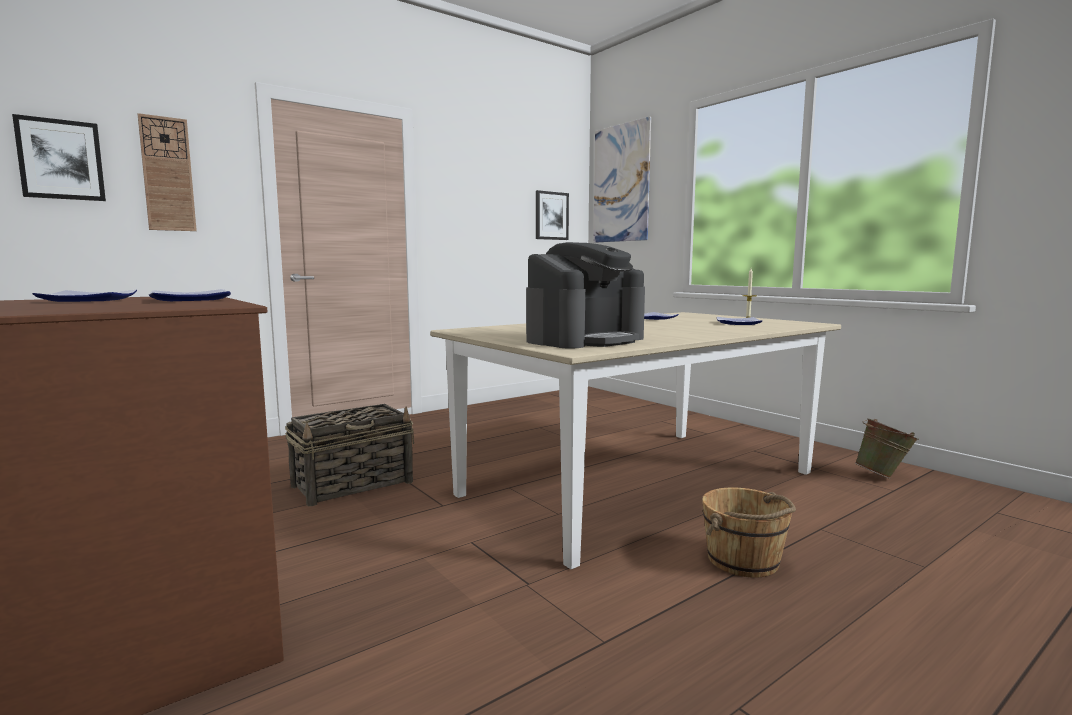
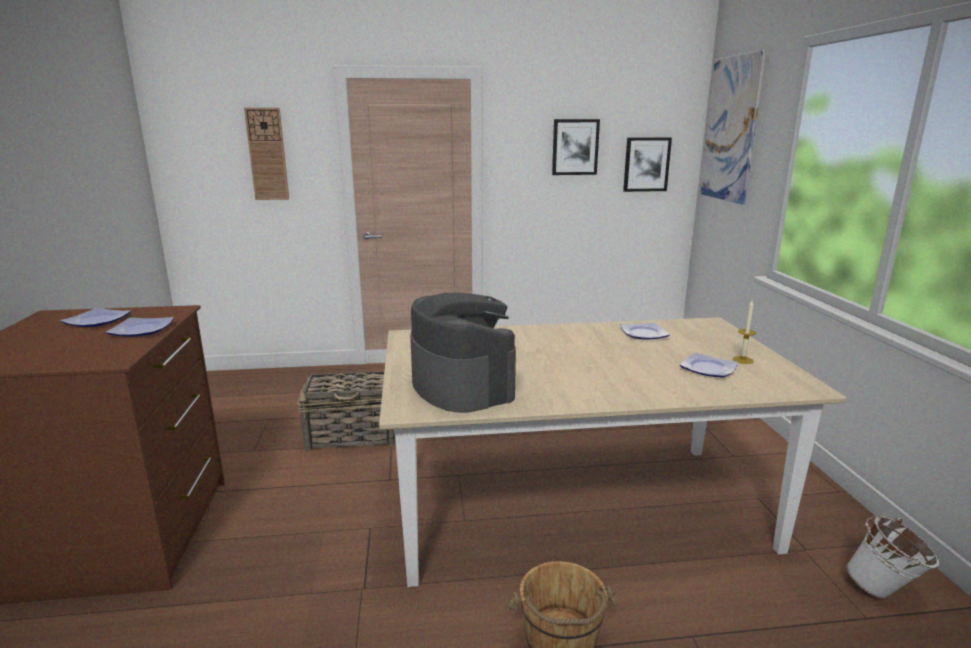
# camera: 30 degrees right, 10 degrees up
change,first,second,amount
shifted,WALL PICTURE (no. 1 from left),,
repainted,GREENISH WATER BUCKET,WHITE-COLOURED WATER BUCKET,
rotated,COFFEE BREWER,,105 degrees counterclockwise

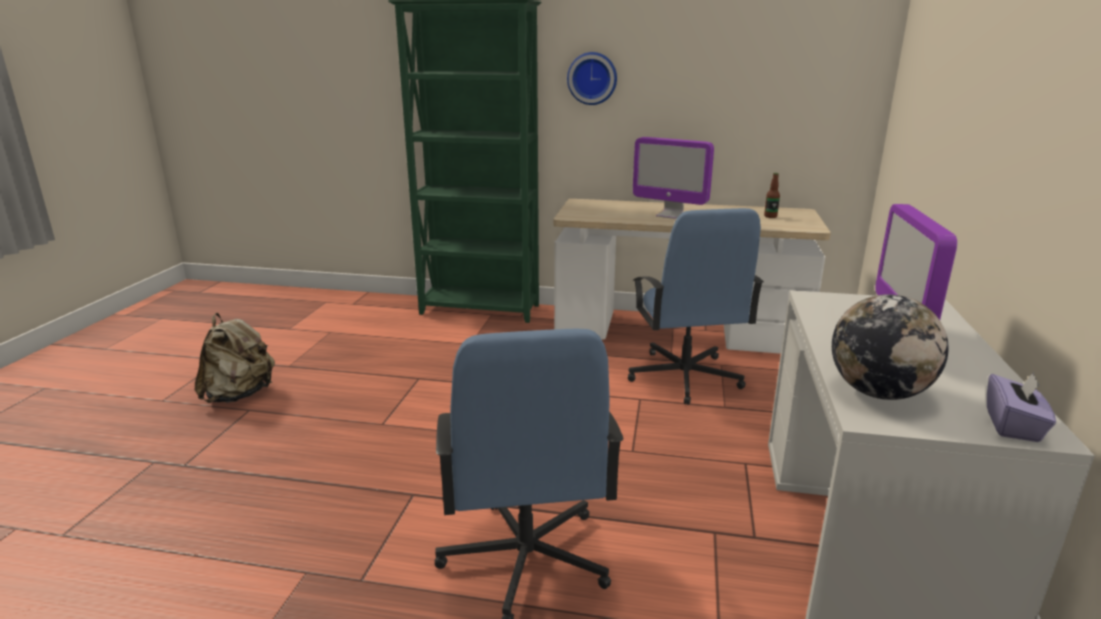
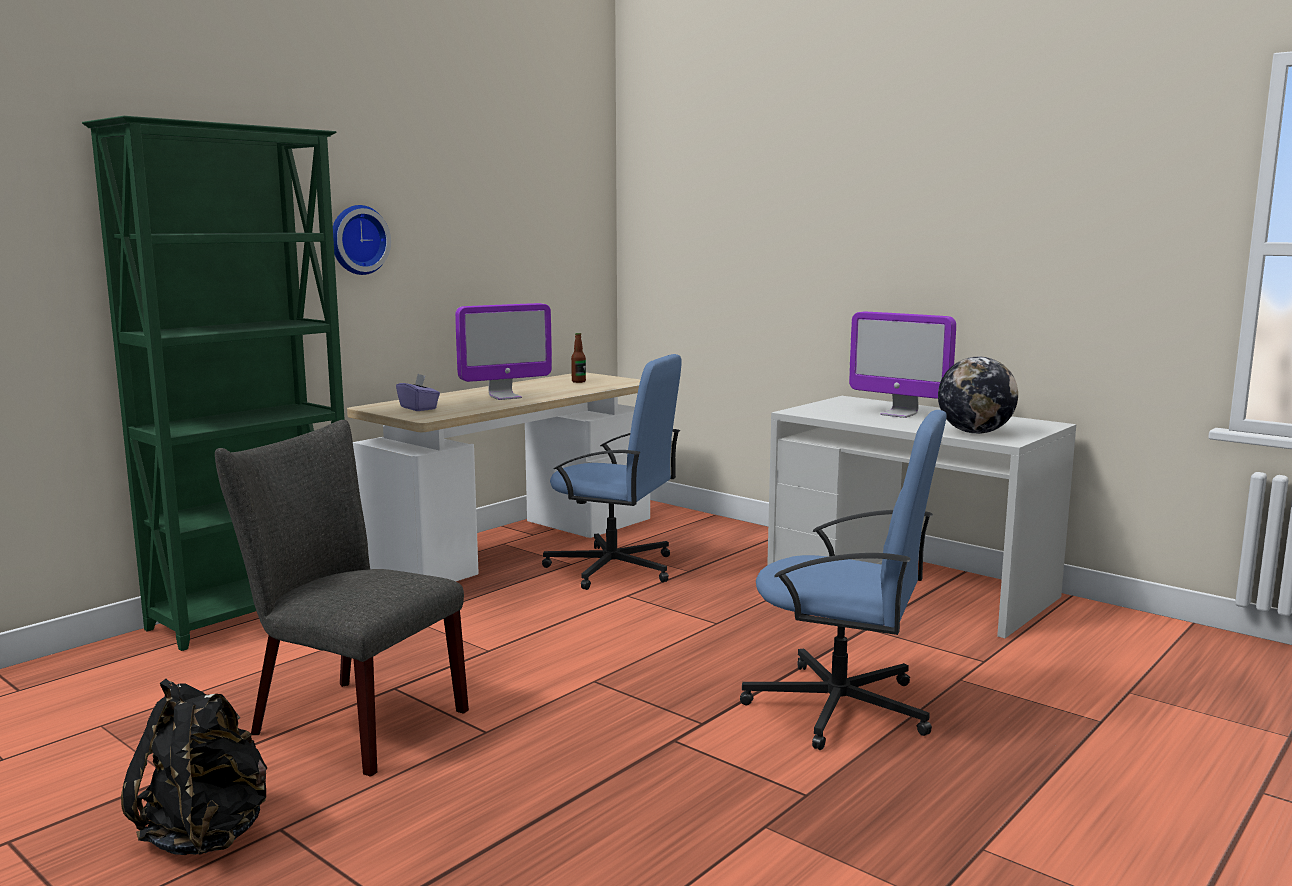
# camera: 60 degrees left, 10 degrees down
change,first,second,amount
new,,GRAY UPRIGHT CHAIR,
shifted,PURPLISH TISSUE BOX,,
repainted,BEIGE-COLOURED KNAPSACK,BLACK KNAPSACK,

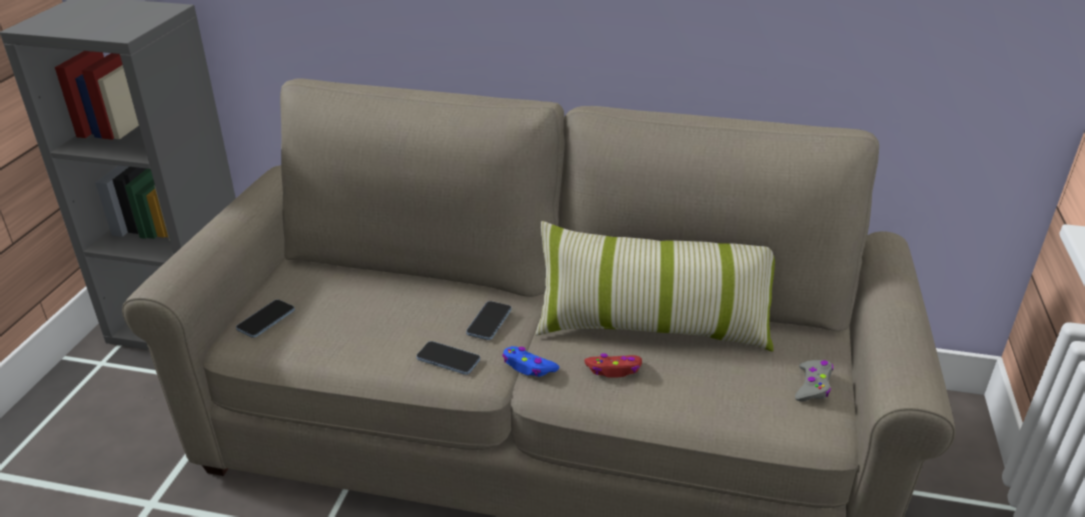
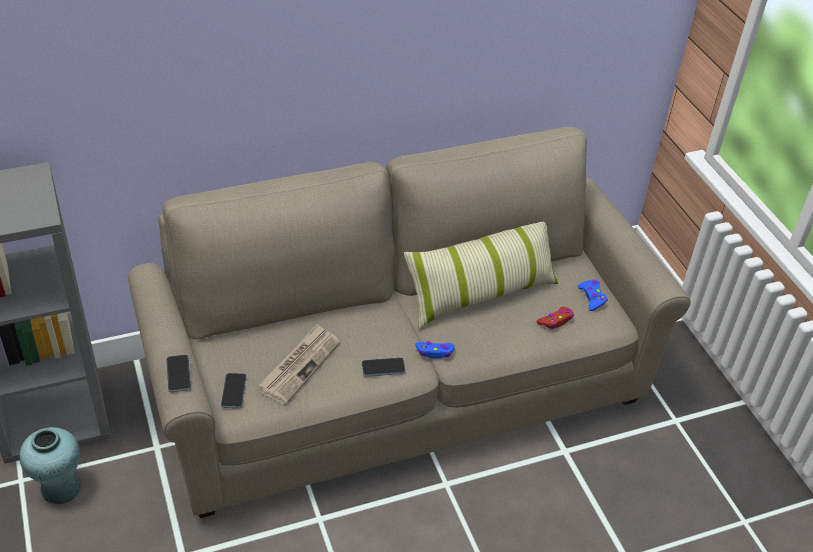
# camera: 35 degrees left, 10 degrees up
change,first,second,amount
new,,TURQUOISE FLOWER VASE,
new,,PRINTED PAPER,
shifted,HANDSET (no. 3 from left in the first image),HANDSET (no. 1 from left),
shifted,RED-COLOURED JOYPAD,,
repainted,GRAY JOYPAD,BLUE-COLOURED JOYPAD (no. 2 from left),

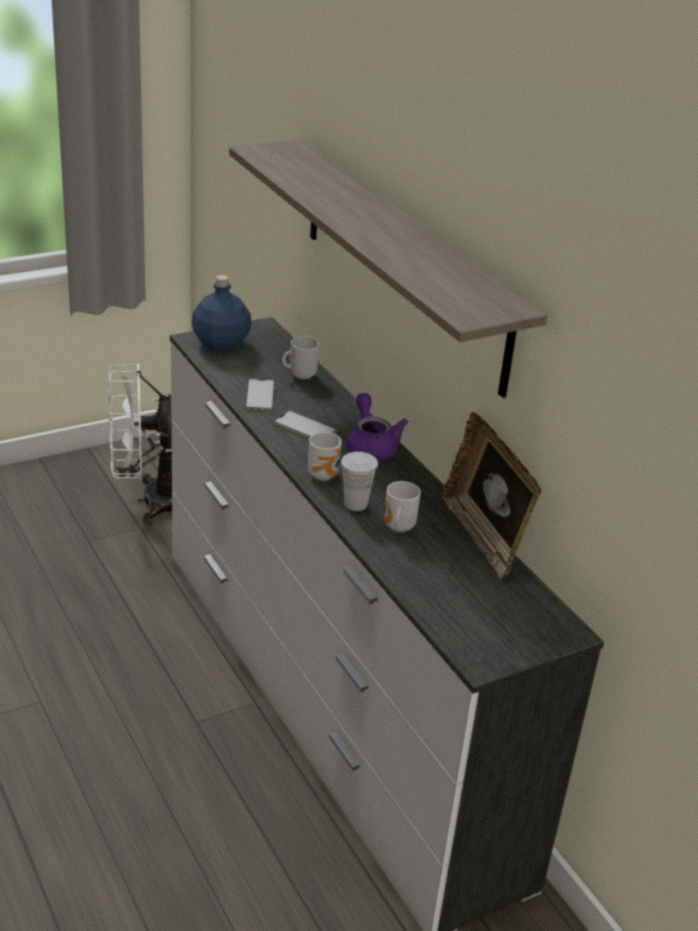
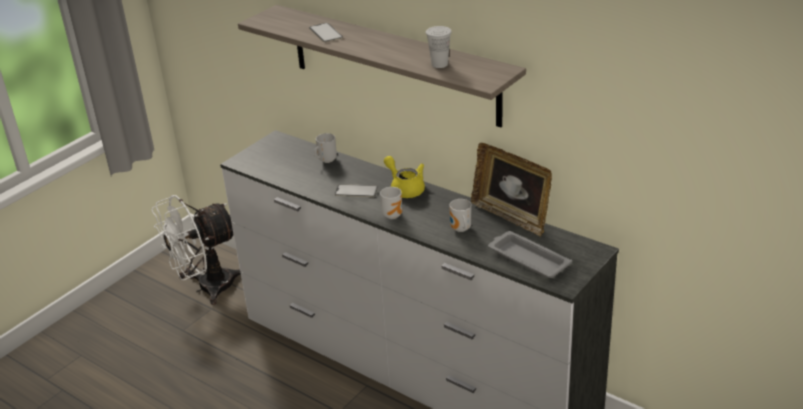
# camera: 20 degrees left, 0 degrees up
change,first,second,amount
gone,BLUE-COLOURED DRINK BOTTLE,,
new,,GRAY SERVING TRAY,
shifted,HANDSET (no. 1 from left),,
shifted,WHITE-COLOURED DRINKING CUP,,
repainted,PURPLISH POT FOR TEA,YELLOW POT FOR TEA,

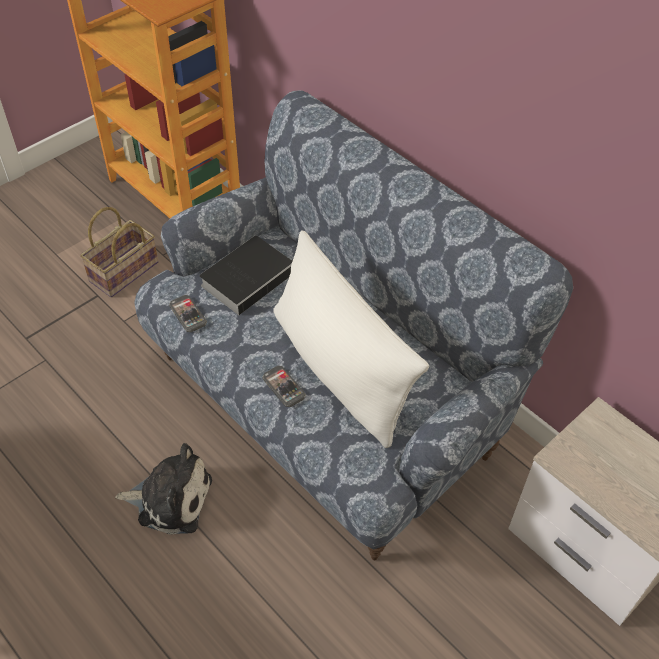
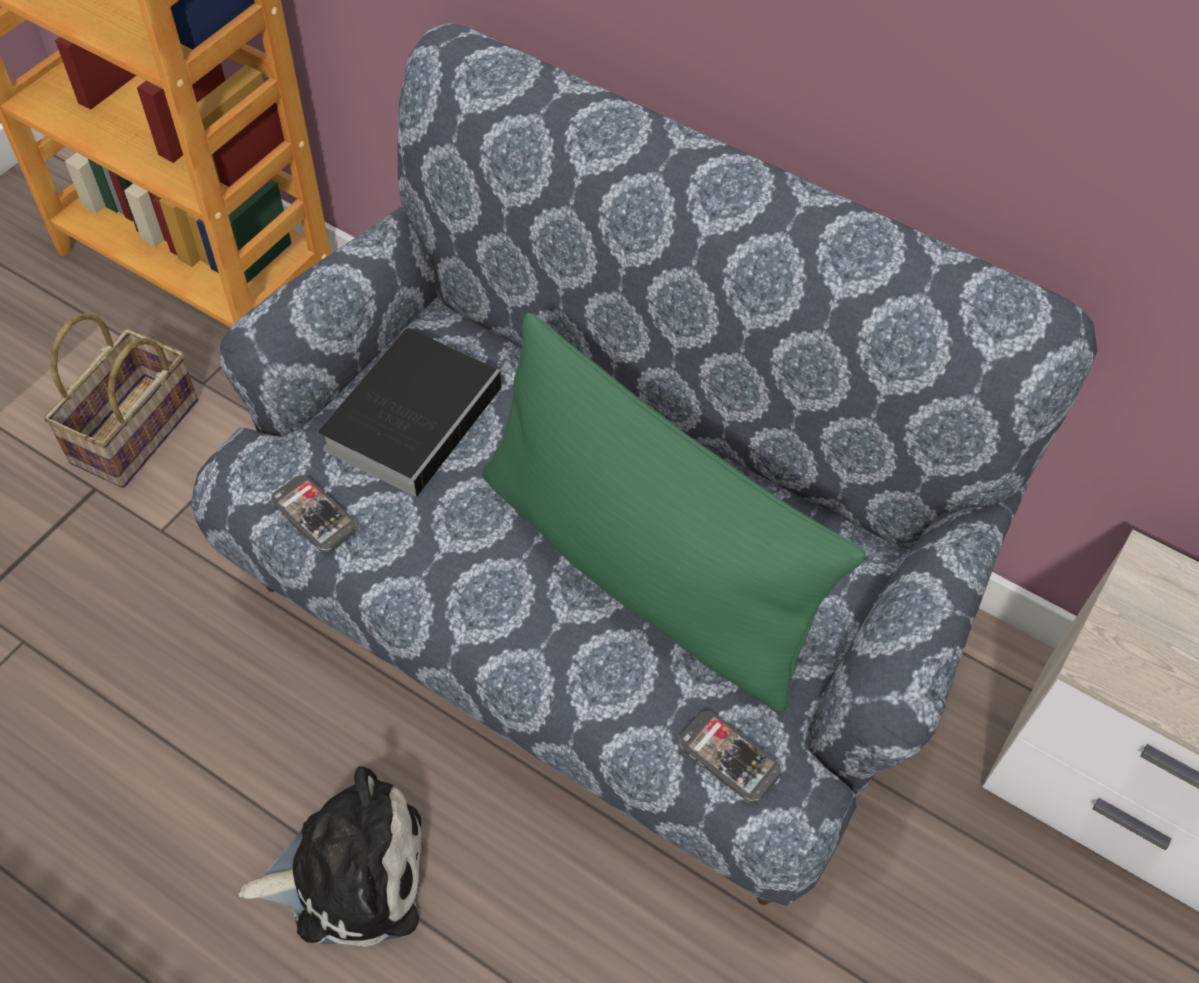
# camera: 15 degrees left, 5 degrees up
change,first,second,amount
shifted,HANDSET (no. 2 from left),,
repainted,WHITE-COLOURED PILLOW,GREENISH PILLOW,

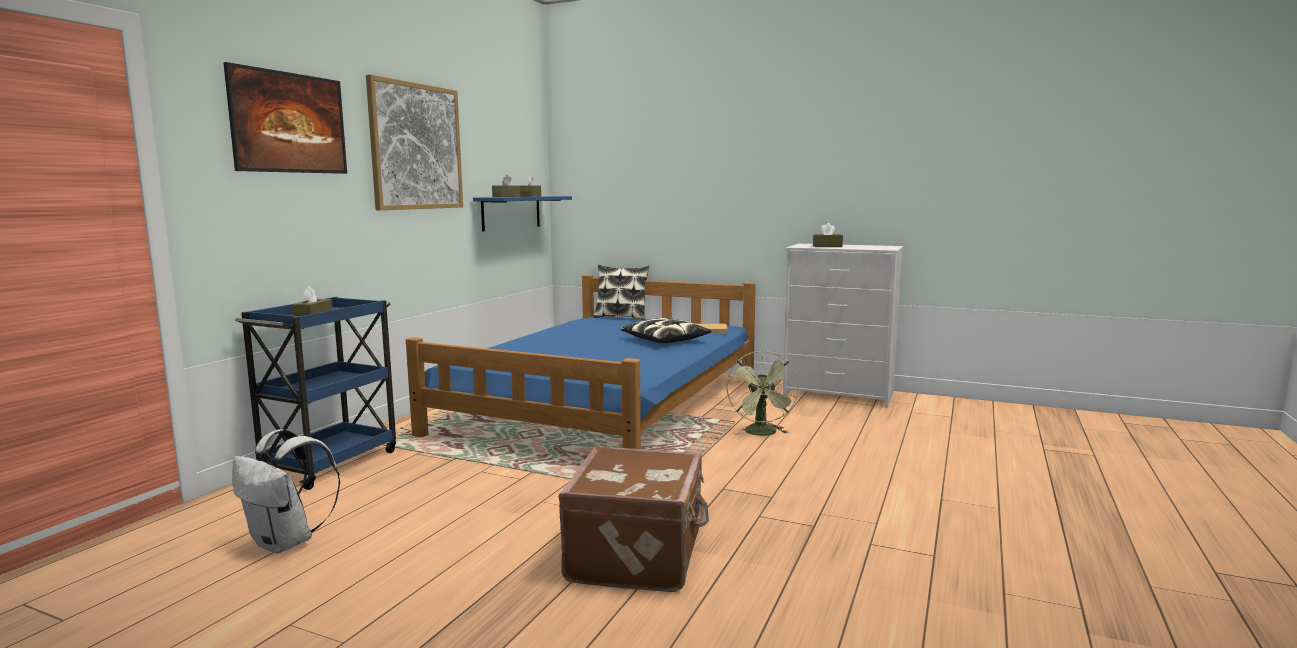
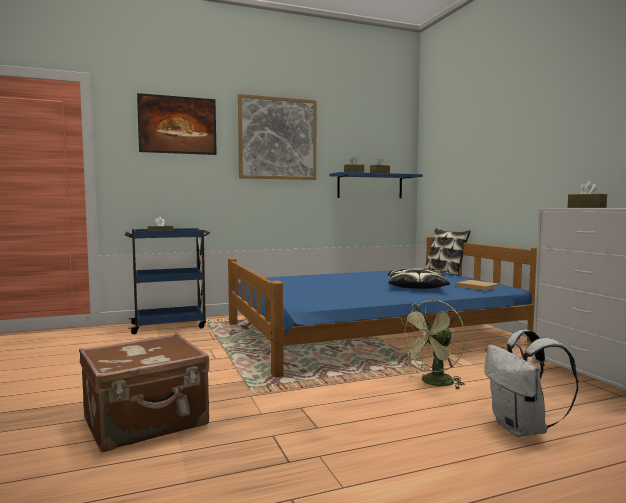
# camera: 45 degrees right, 5 degrees down
change,first,second,amount
shifted,WHITE-COLOURED KNAPSACK,,

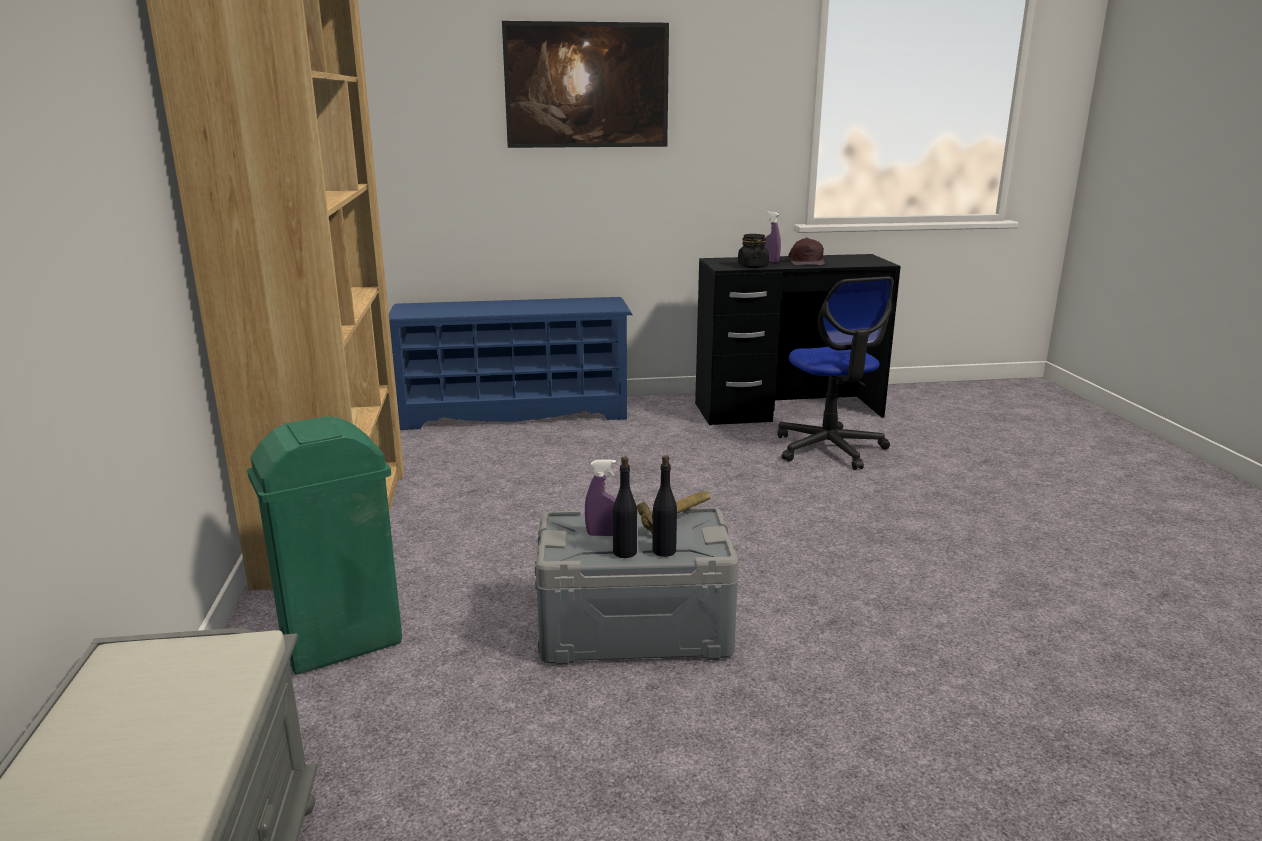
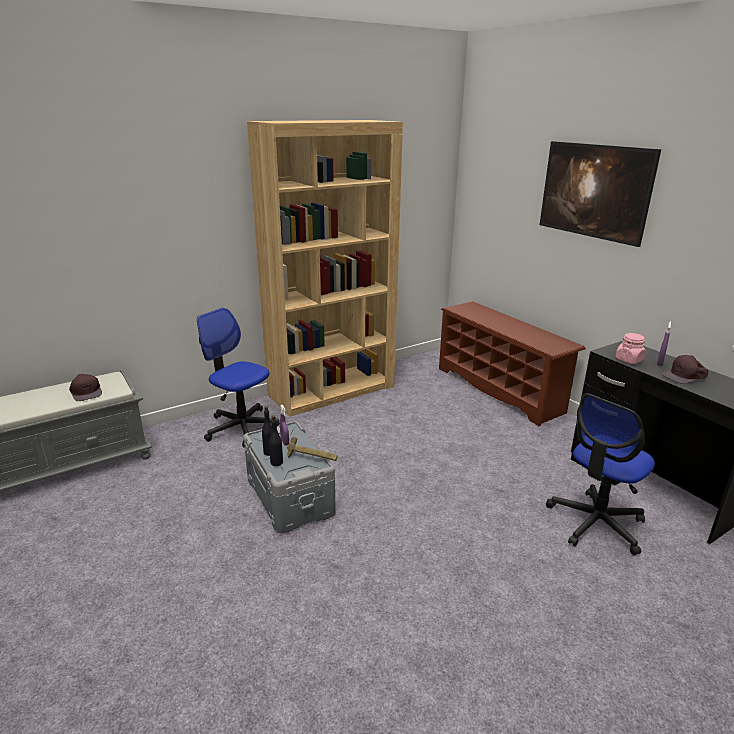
# camera: 65 degrees right, 5 degrees up
change,first,second,amount
new,,BROWNISH CAP (no. 1 from left),
swapped,GREENISH WASTE BIN,OFFICE CHAIR (no. 1 from left),
repainted,BLUE-COLOURED SHOE STAND,BROWNISH SHOE STAND,
repainted,BLACK STORAGE JAR,PINK STORAGE JAR,

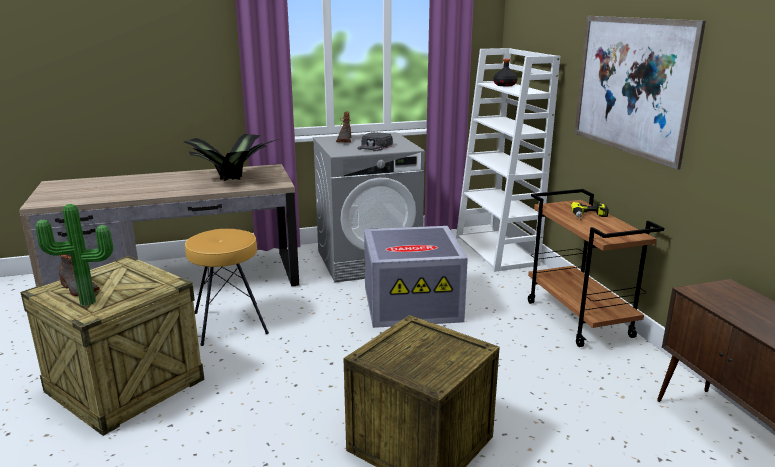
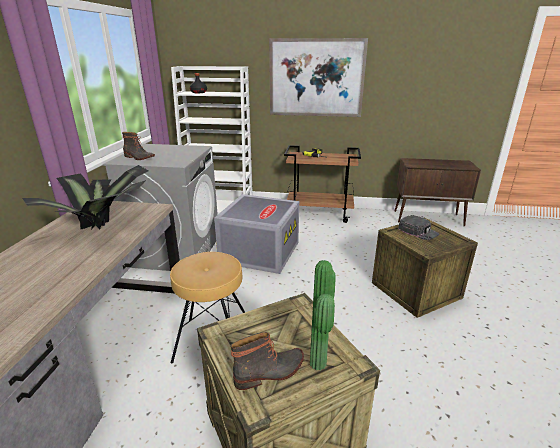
# camera: 65 degrees left, 5 degrees up
change,first,second,amount
shifted,BLACK CAP,,

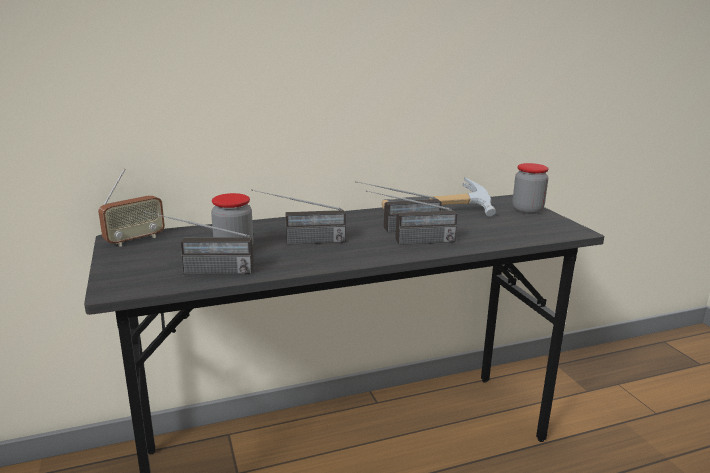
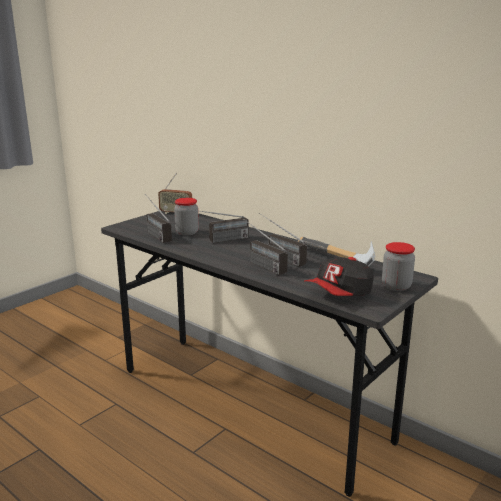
# camera: 60 degrees right, 0 degrees up
change,first,second,amount
new,,CAP,
rotated,RADIO SET (no. 3 from left),,75 degrees counterclockwise

